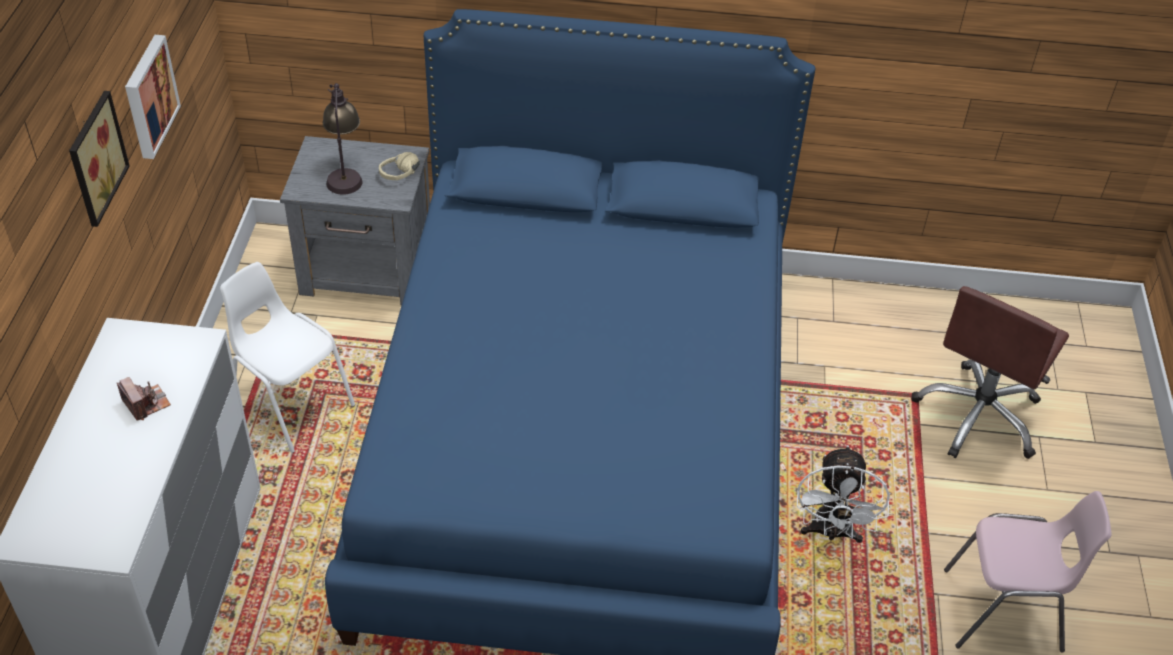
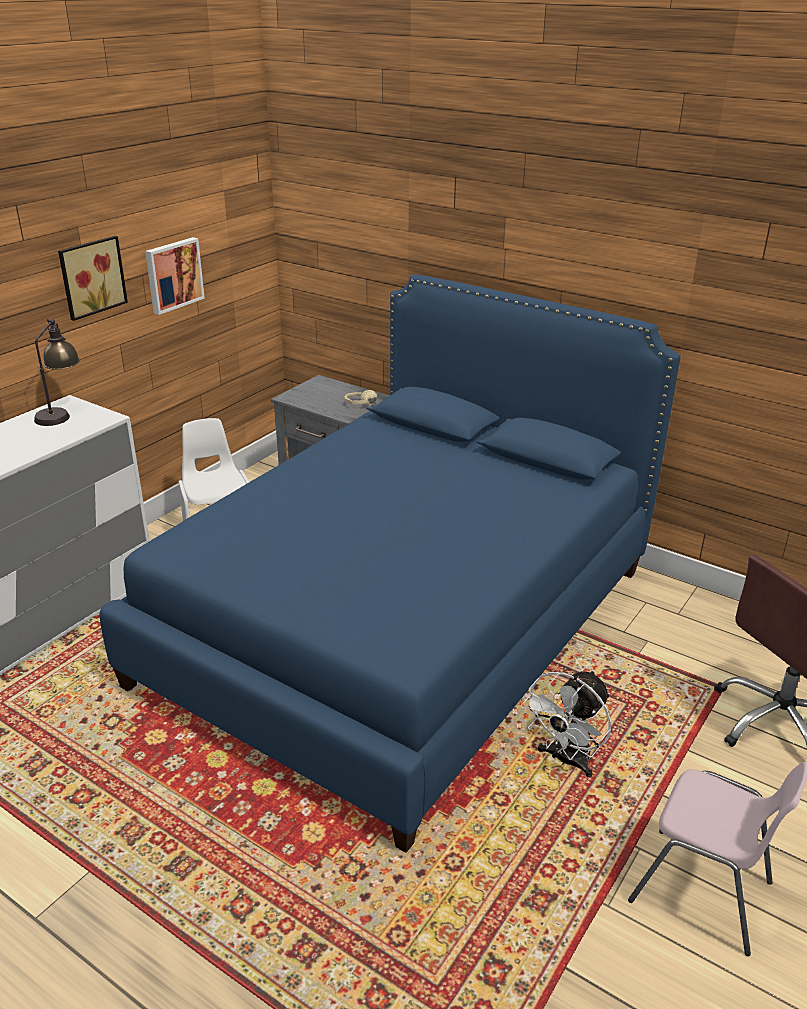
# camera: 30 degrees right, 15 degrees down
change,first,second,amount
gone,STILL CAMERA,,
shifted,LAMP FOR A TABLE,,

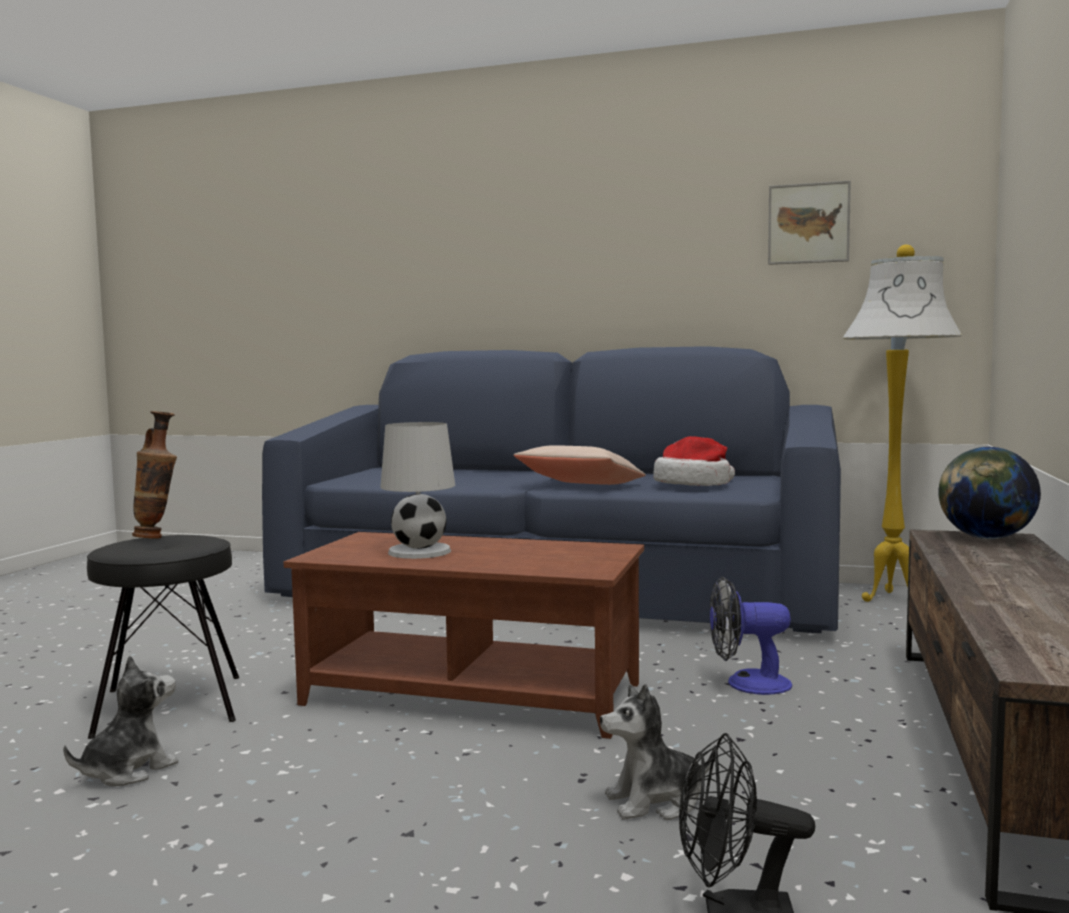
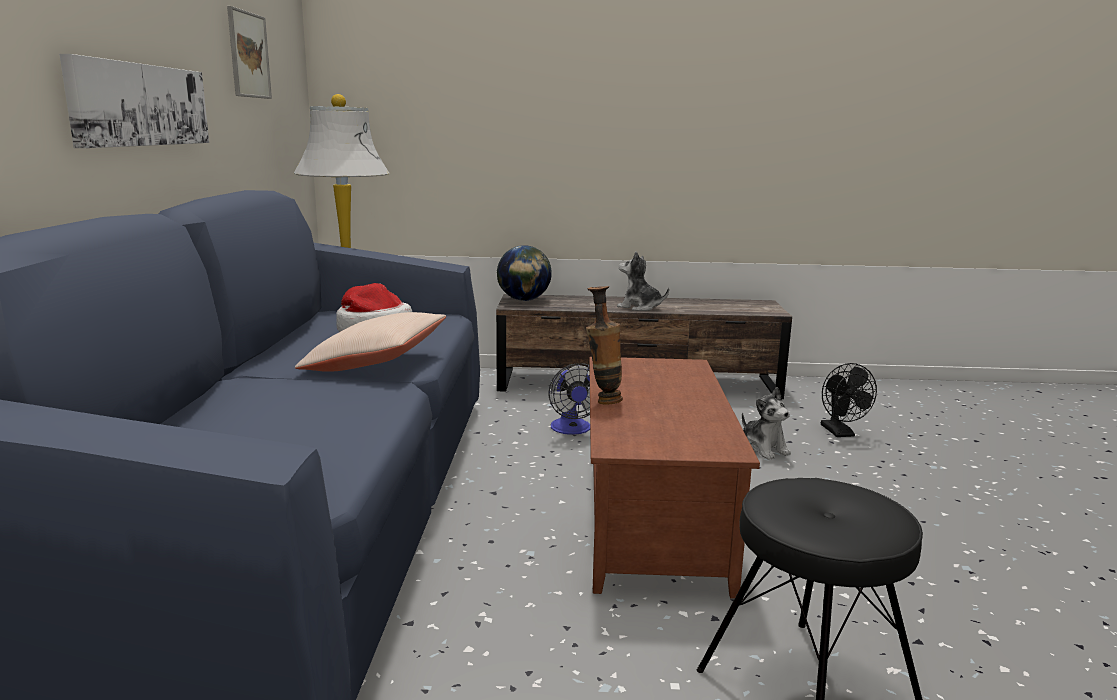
# camera: 105 degrees left, 10 degrees up
change,first,second,amount
gone,WHITE-COLOURED LAMP FOR A TABLE,,
new,,WALL PICTURE (no. 1 from left),
shifted,SOFT TOY (no. 1 from left),,
shifted,FLOWER VASE,,

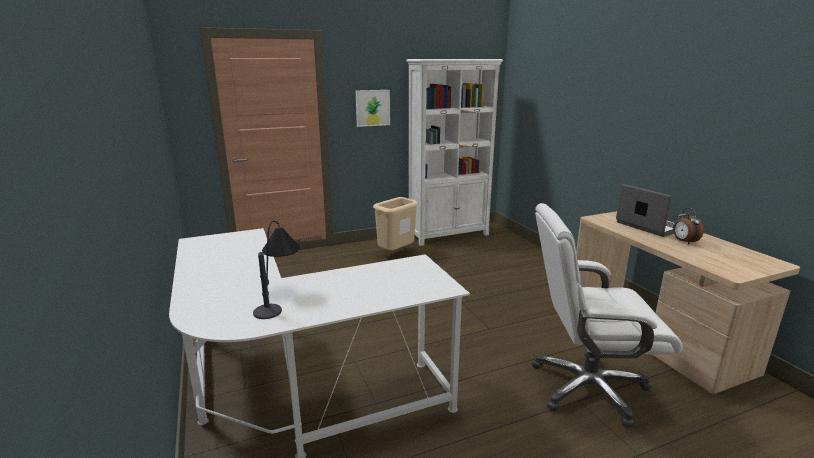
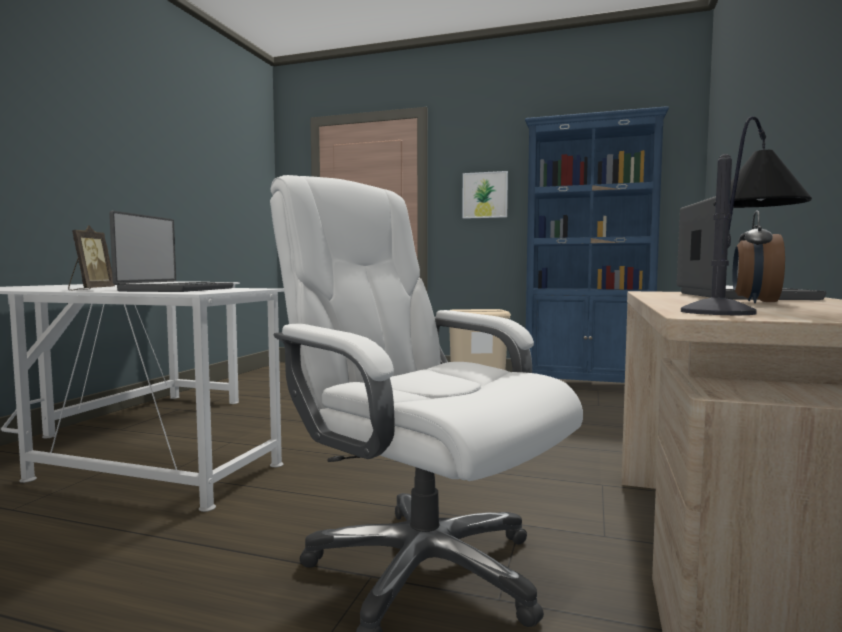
# camera: 40 degrees right, 15 degrees down
change,first,second,amount
new,,PHOTO FRAME,
new,,PORTABLE COMPUTER (no. 1 from left),
shifted,LAMP FOR A TABLE,,
repainted,WHITE-COLOURED BOOKSHELF,BLUE-COLOURED BOOKSHELF,

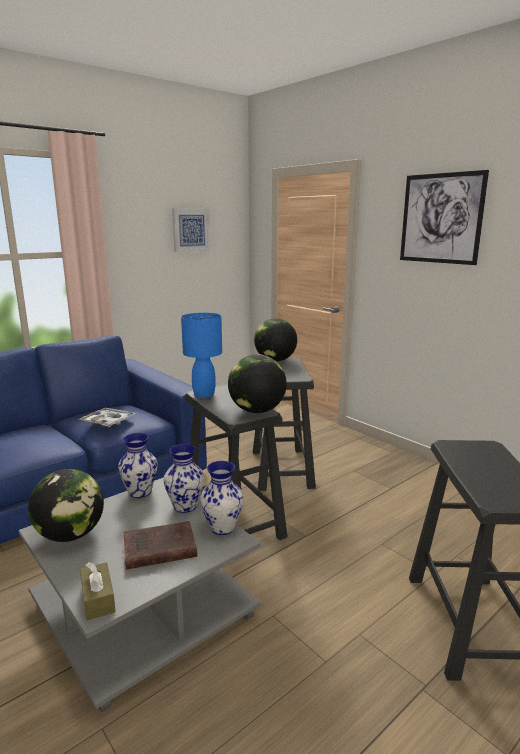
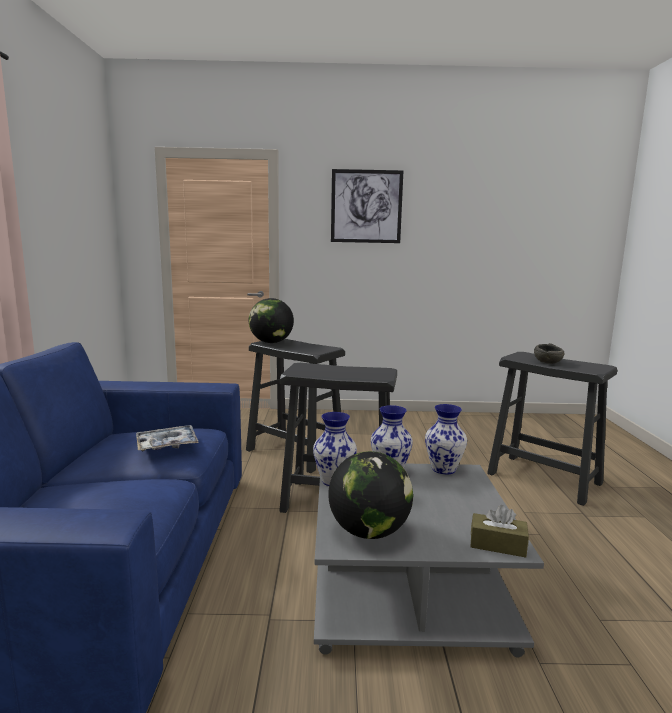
# camera: 50 degrees left, 5 degrees down
change,first,second,amount
gone,BROWNISH VOLUME,,
gone,WALL PICTURE (no. 1 from left),,
gone,BLUE-COLOURED LAMP FOR A TABLE,,
gone,GLOBE (no. 2 from left),,
new,,GRAY BOWL,

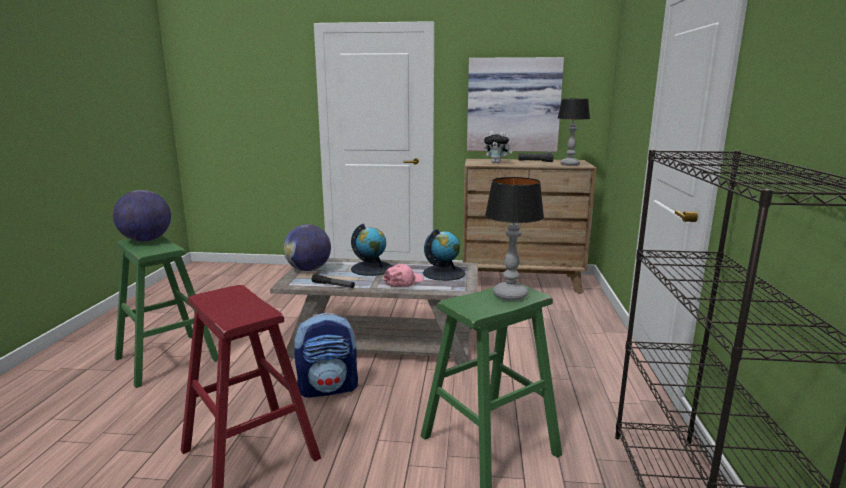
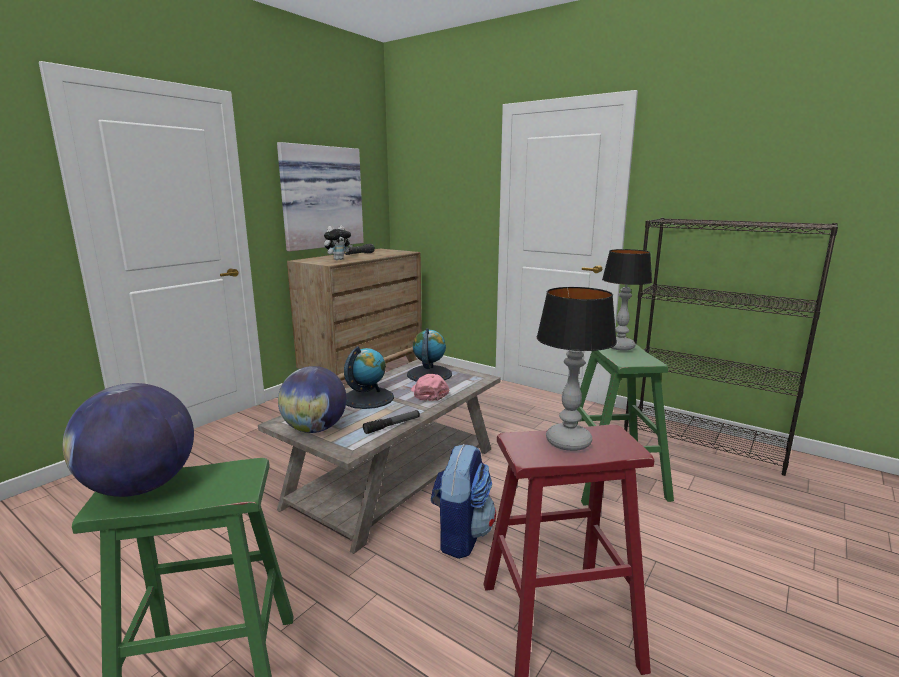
# camera: 60 degrees left, 0 degrees up
change,first,second,amount
shifted,LAMP FOR A TABLE (no. 2 from left in the first image),LAMP FOR A TABLE (no. 1 from left),

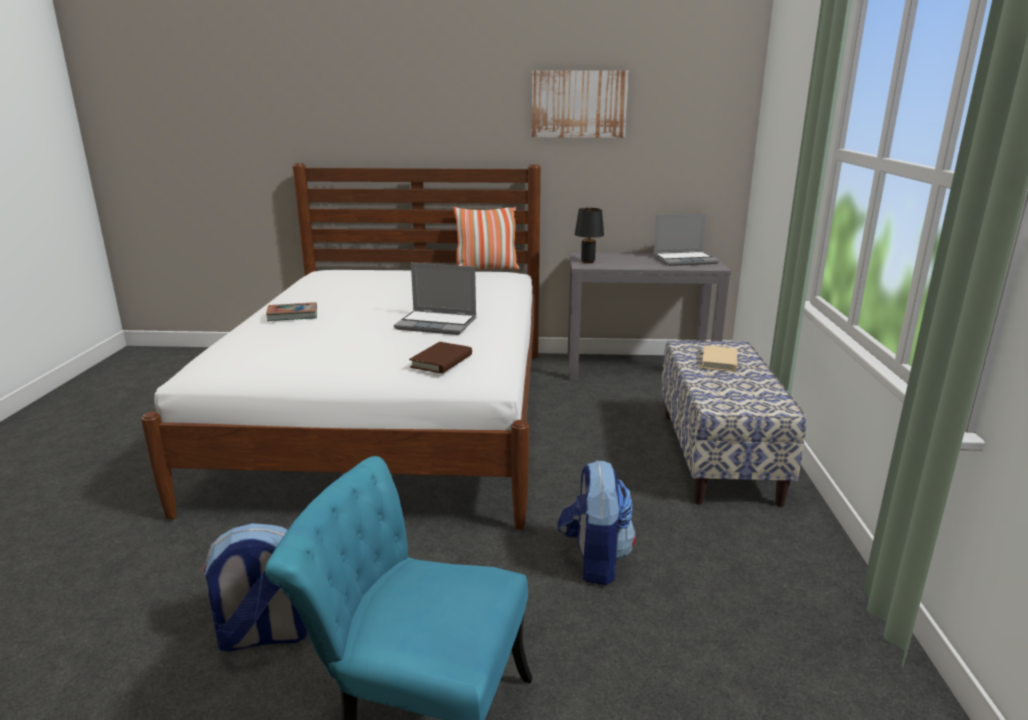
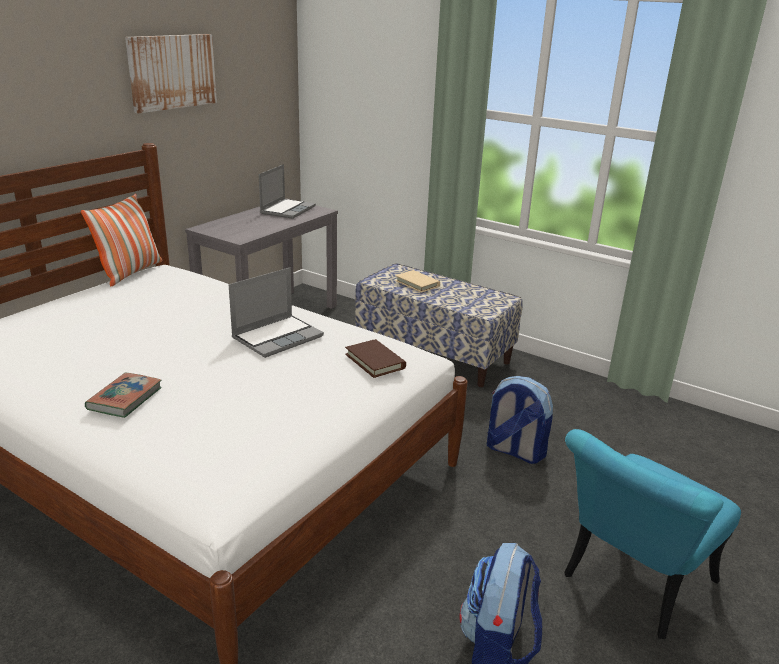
# camera: 60 degrees left, 5 degrees up
change,first,second,amount
gone,BLACK LAMP FOR A TABLE,,

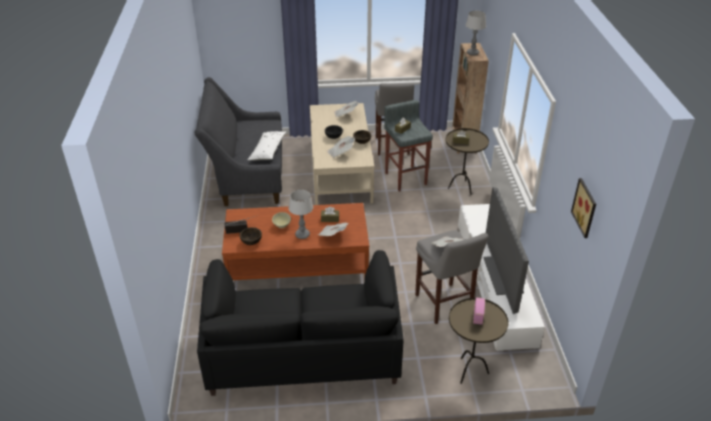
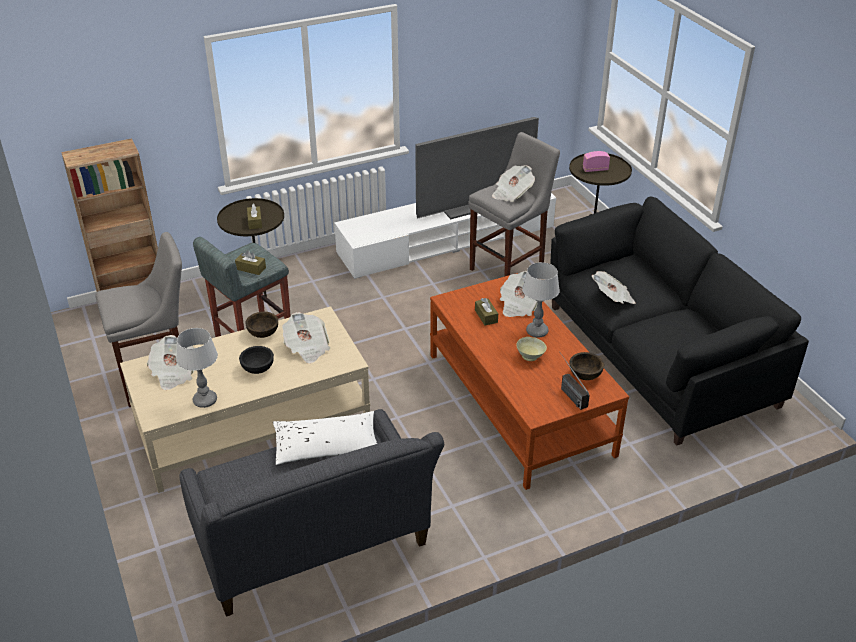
# camera: 110 degrees left, 0 degrees up
change,first,second,amount
gone,WALL PICTURE,,
new,,PRINTED PAPER (no. 5 from left),
shifted,LAMP FOR A TABLE (no. 2 from left in the first image),LAMP FOR A TABLE (no. 1 from left),

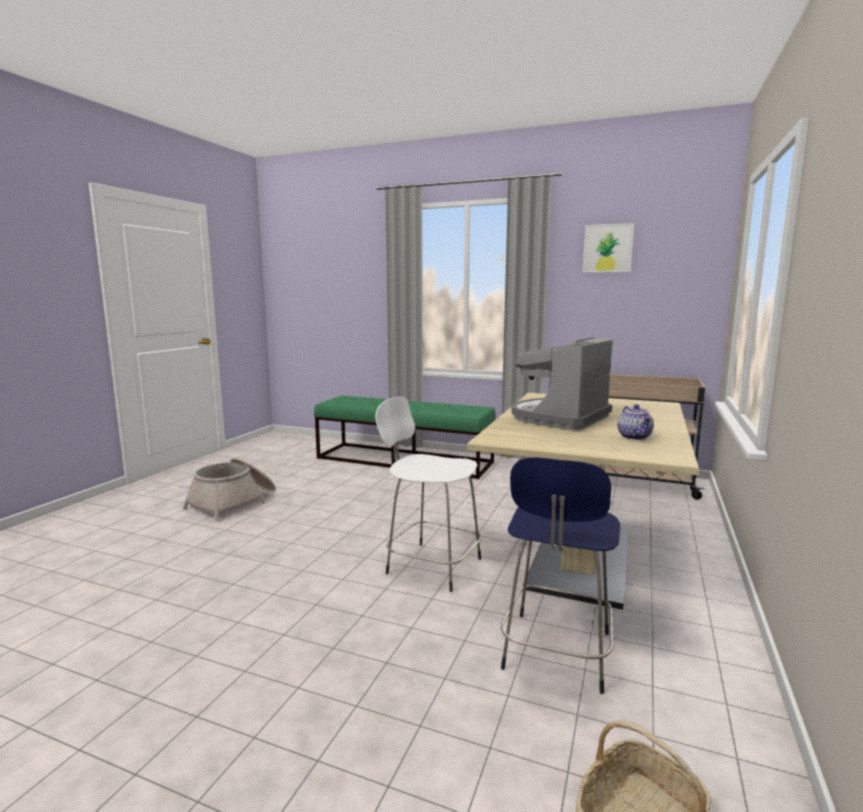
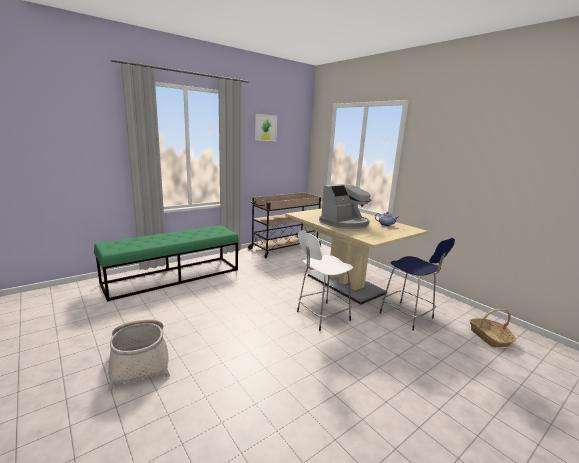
# camera: 60 degrees left, 5 degrees up
change,first,second,amount
rotated,COFFEE BREWER,,105 degrees counterclockwise

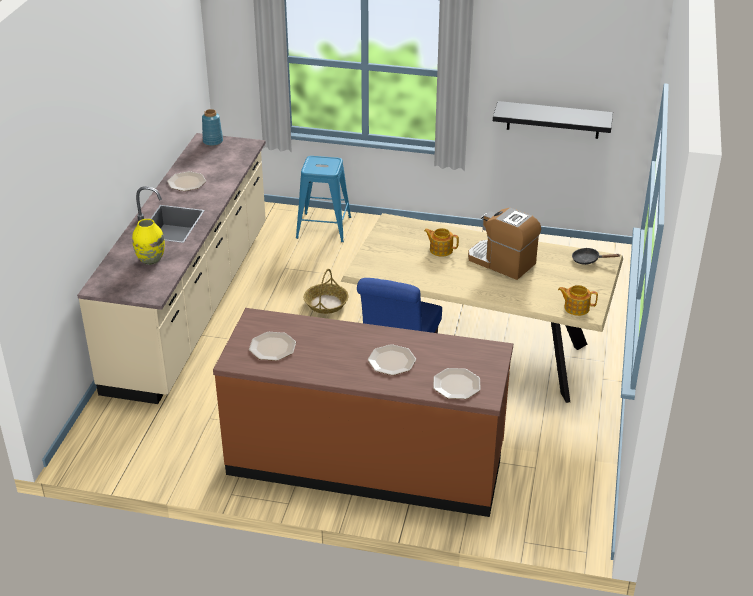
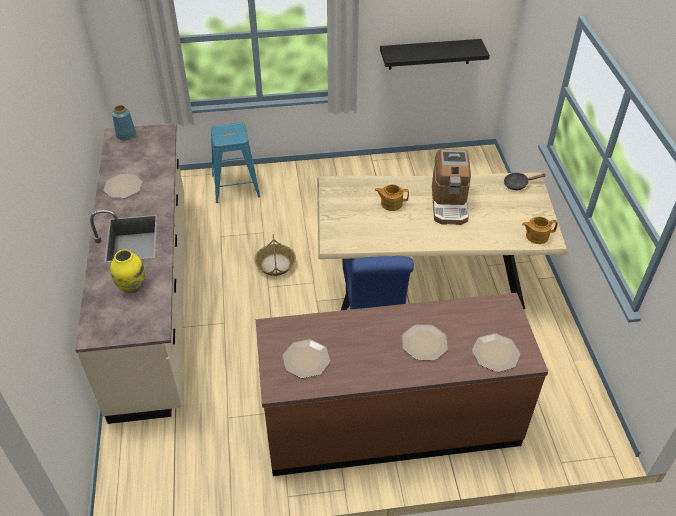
# camera: 20 degrees left, 10 degrees up
change,first,second,amount
rotated,COFFEE BREWER,,105 degrees counterclockwise

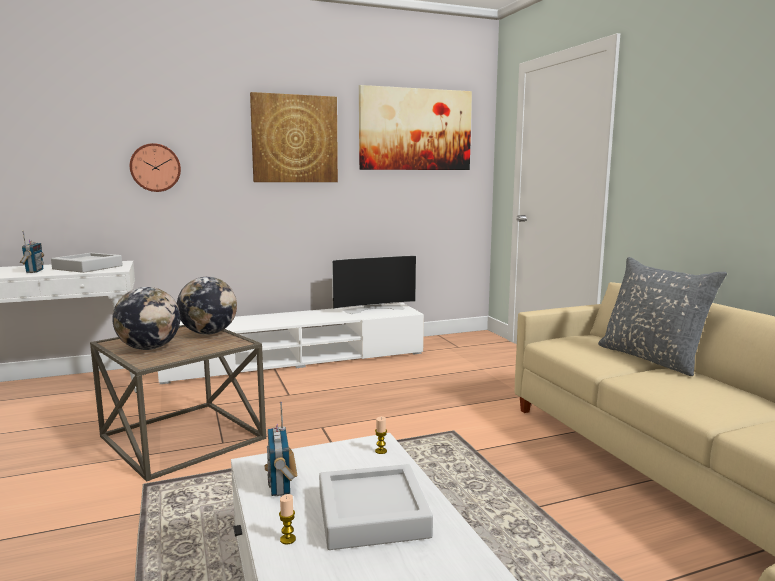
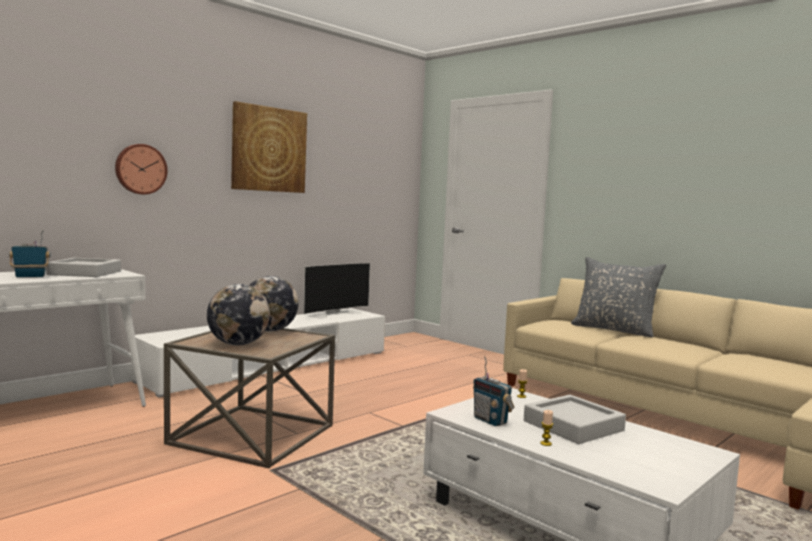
# camera: 25 degrees left, 5 degrees down
change,first,second,amount
gone,WALL PICTURE (no. 2 from left),,
rotated,RADIO SET (no. 1 from left),,75 degrees counterclockwise

